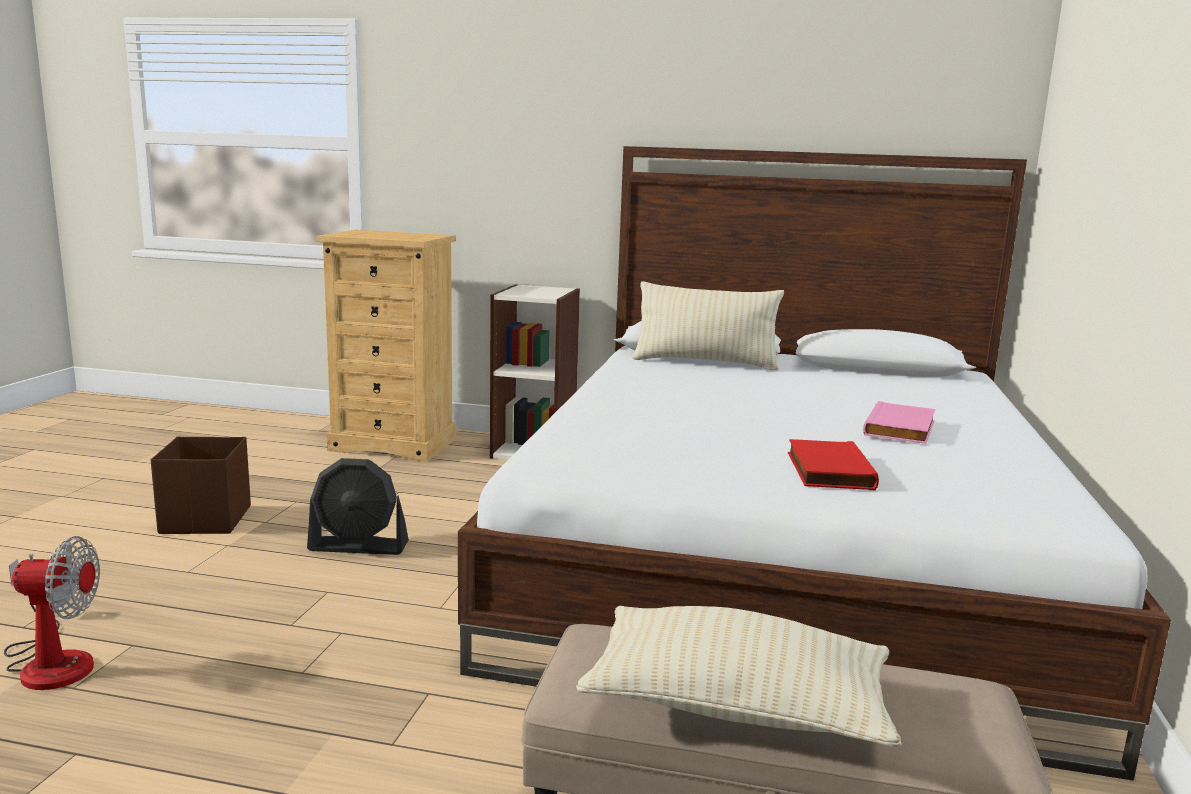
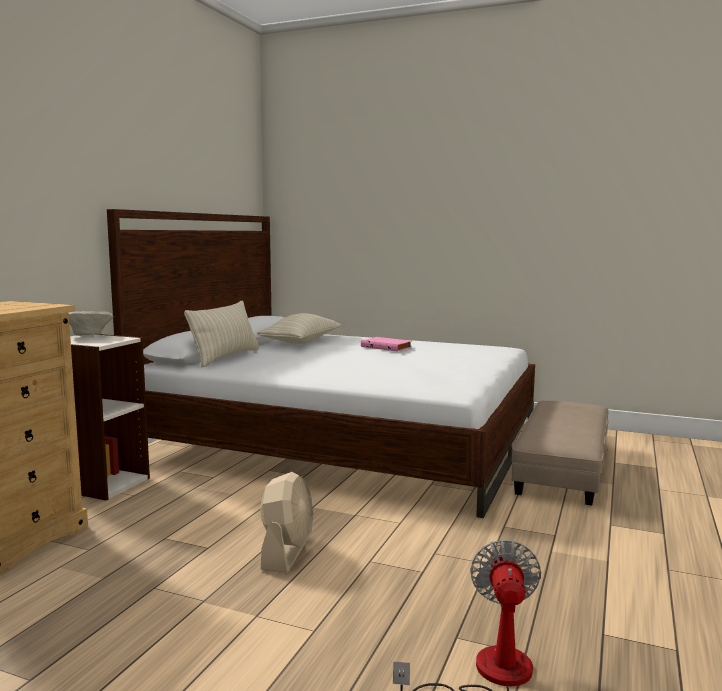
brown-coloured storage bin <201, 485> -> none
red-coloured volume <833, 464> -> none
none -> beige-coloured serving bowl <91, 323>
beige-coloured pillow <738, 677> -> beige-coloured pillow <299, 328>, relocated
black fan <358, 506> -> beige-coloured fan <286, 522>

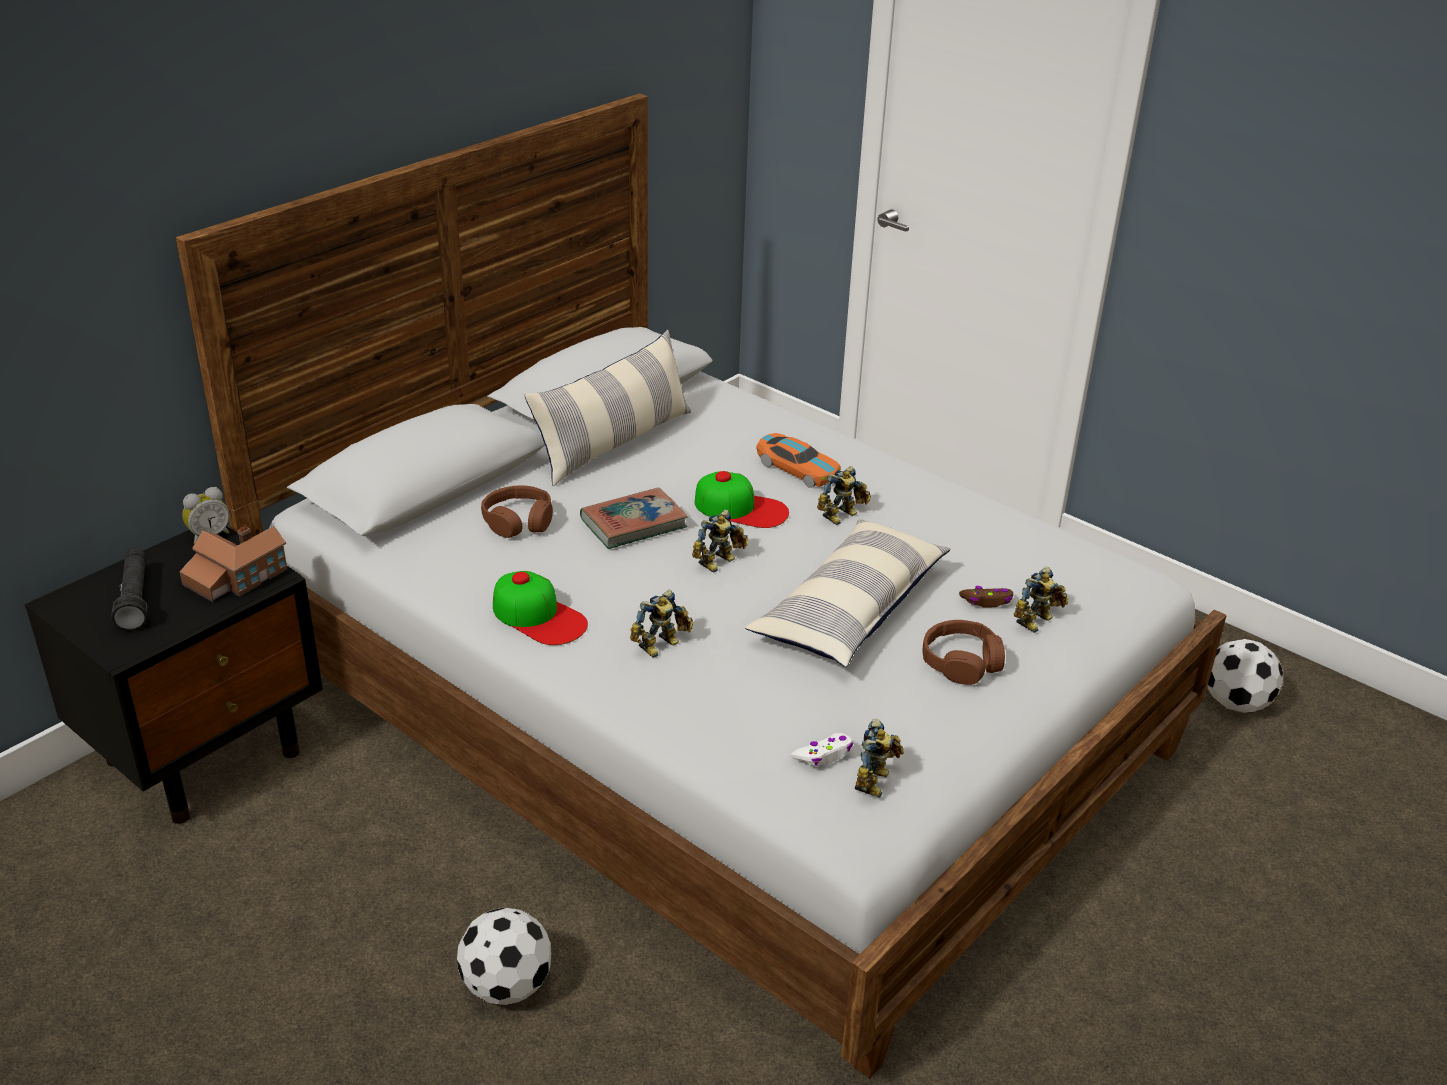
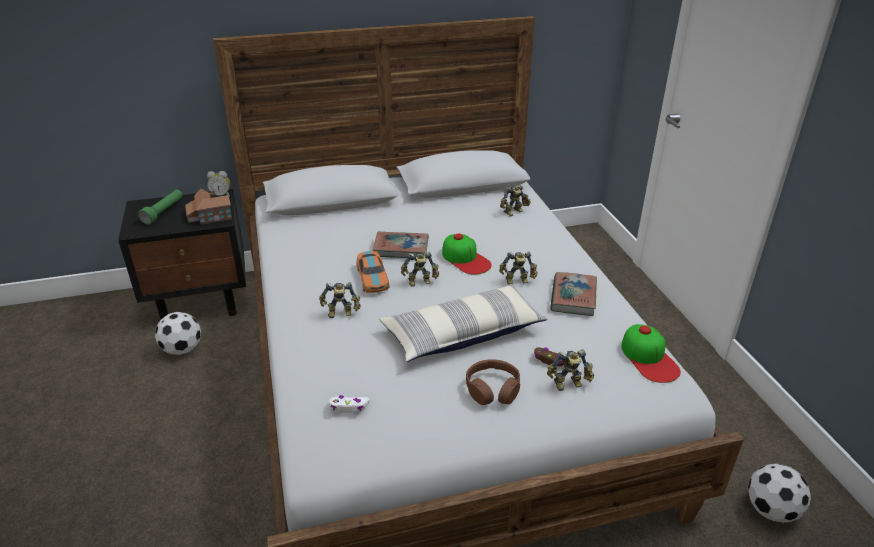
brown-coloured headset <517, 511> -> none
pillow <608, 408> -> none
none -> volume <573, 294>
football ball <504, 956> -> football ball <178, 333>, relocated
cap <540, 608> -> cap <651, 353>, relocated
toy car <798, 460> -> toy car <372, 272>, relocated
robot figure <879, 758> -> robot figure <515, 201>, relocated
black hand torch <129, 589> -> green hand torch <160, 207>

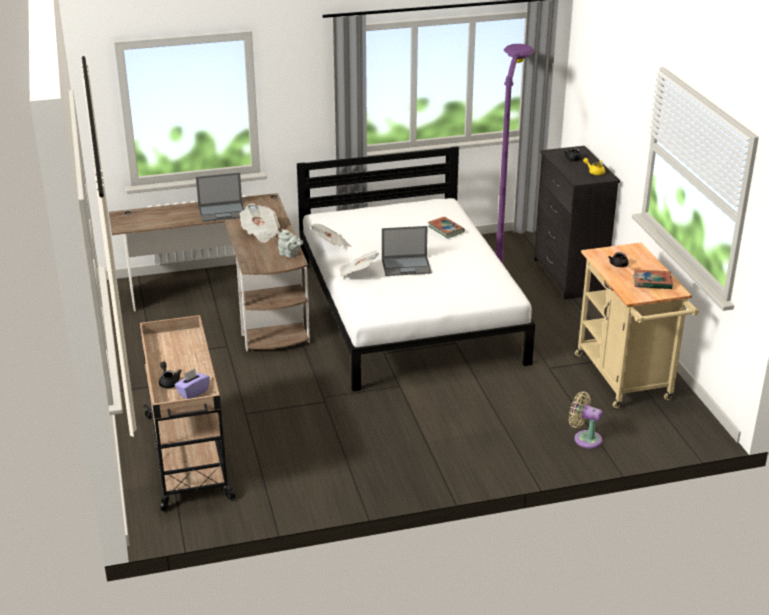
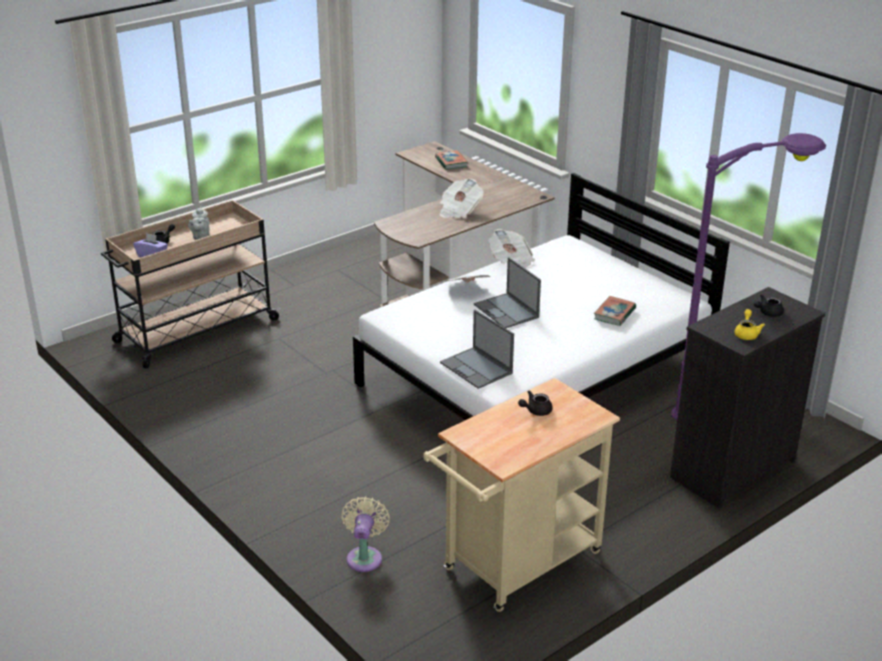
notebook computer <220, 197> -> notebook computer <477, 349>, relocated
greyish pot for tea <290, 243> -> greyish pot for tea <199, 223>, relocated
volume <653, 279> -> volume <451, 160>, relocated

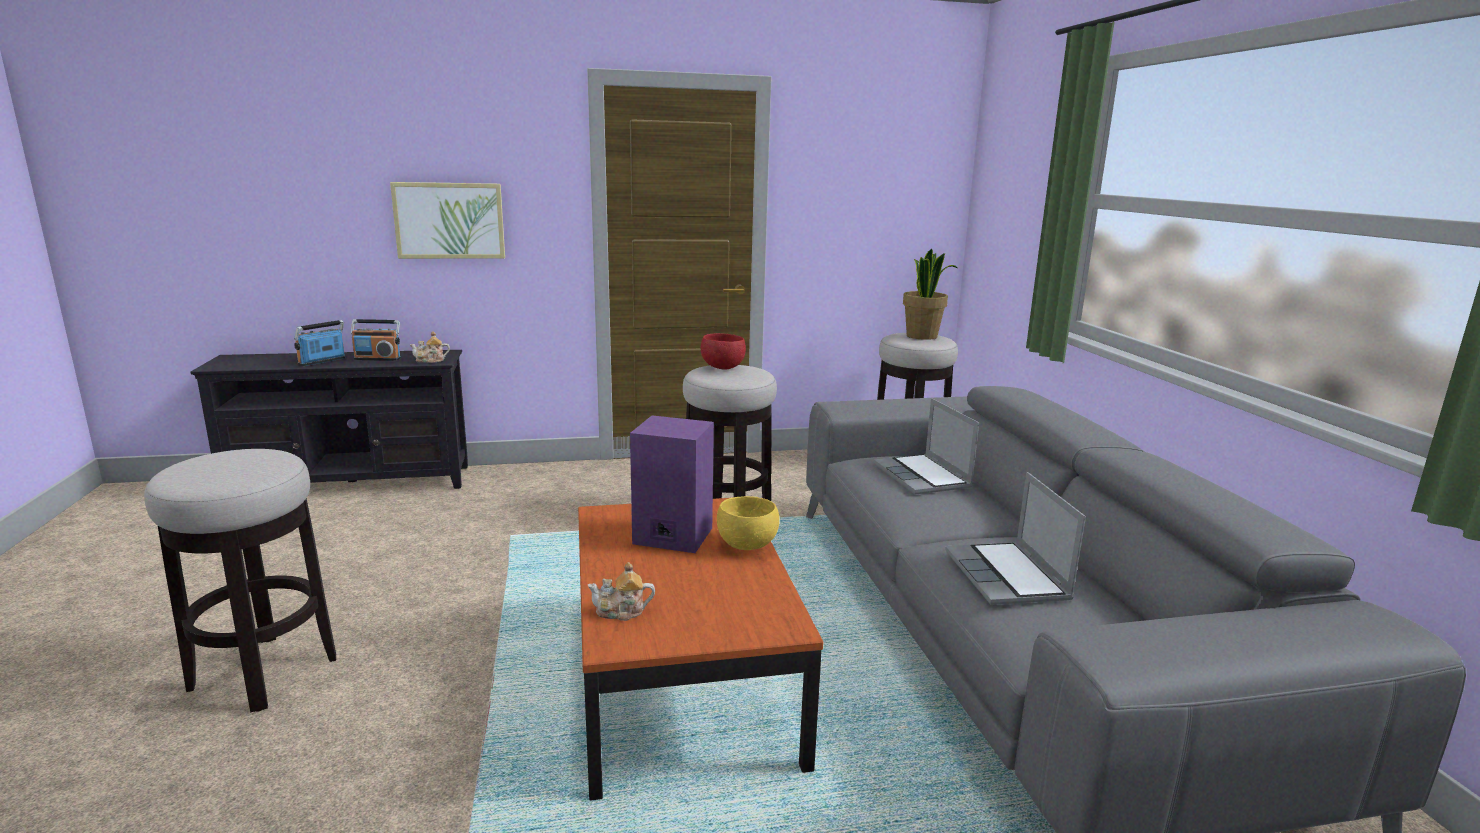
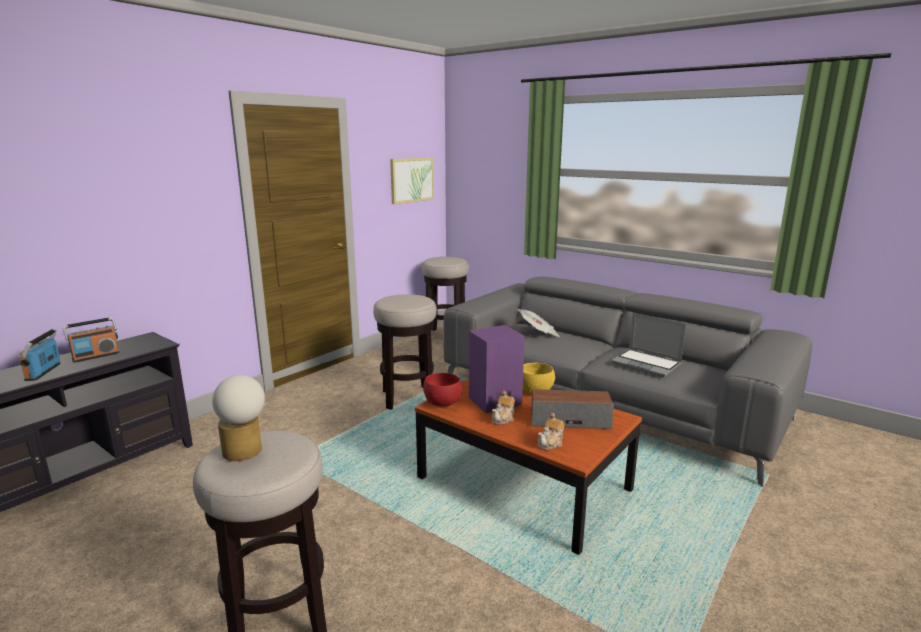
plant in a pot <930, 294> -> none
none -> lamp for a table <238, 418>
none -> loudspeaker <572, 409>
picture <447, 220> -> picture <412, 180>, relocated
pot for tea <430, 347> -> pot for tea <503, 408>, relocated
red-coloured serving bowl <723, 351> -> red-coloured serving bowl <442, 390>, relocated
notebook computer <926, 446> -> daily paper <538, 323>

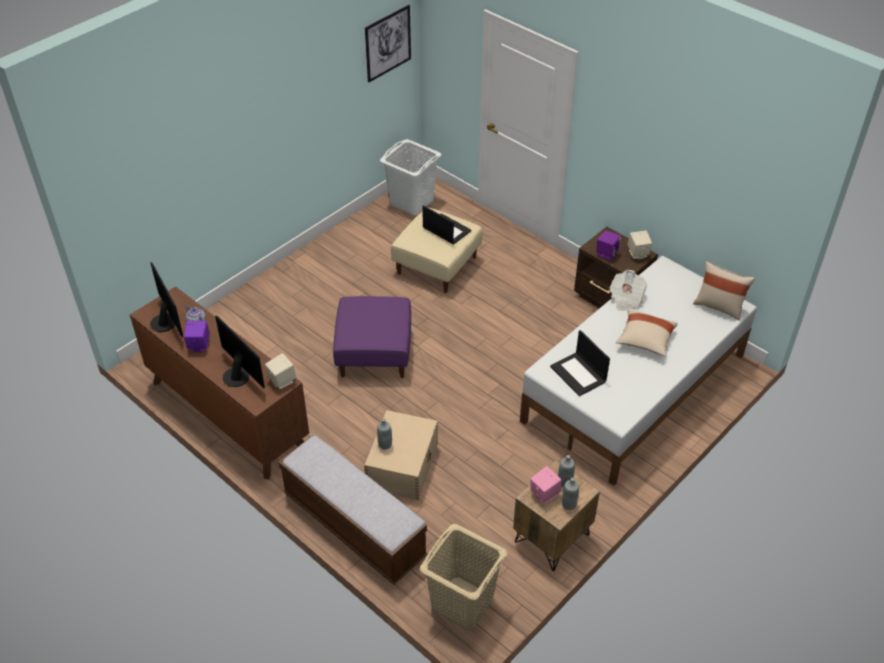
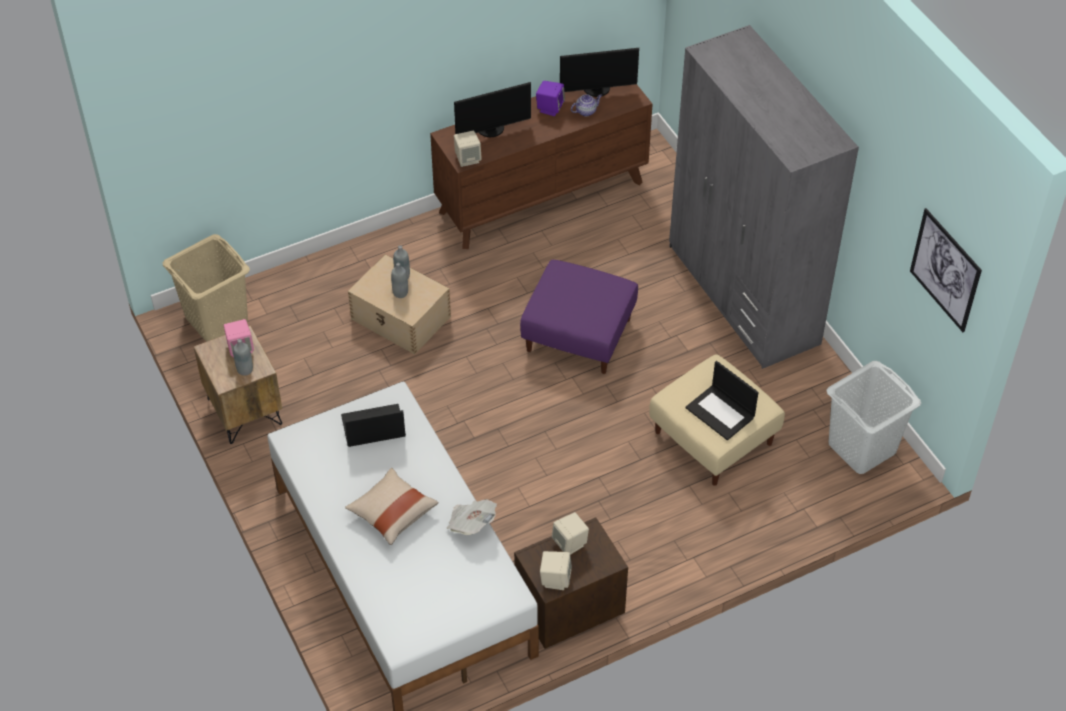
bench <353, 510> -> none
beige-coloured pillow <724, 291> -> none
none -> greyish wardrobe <764, 197>
greyish bottle <570, 493> -> greyish bottle <399, 280>, relocated
purple loudspeaker <608, 246> -> beige-coloured loudspeaker <570, 533>
notebook computer <446, 224> -> notebook computer <722, 400>, 75 degrees clockwise

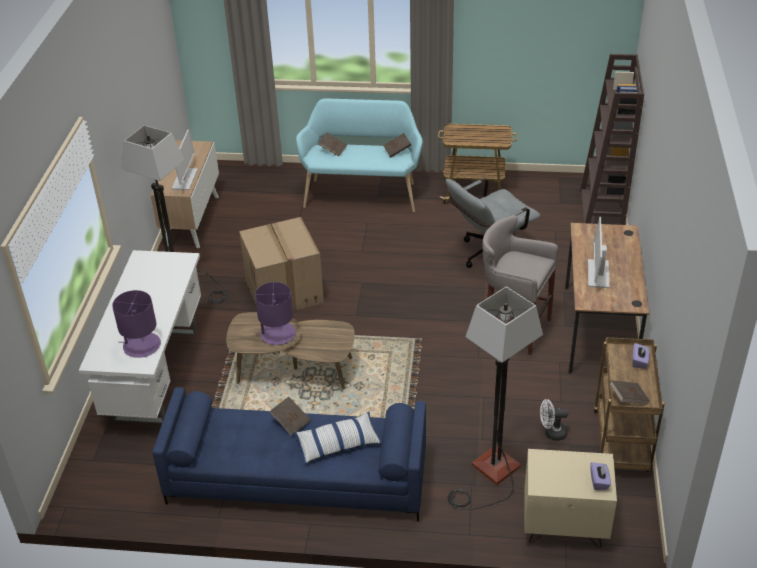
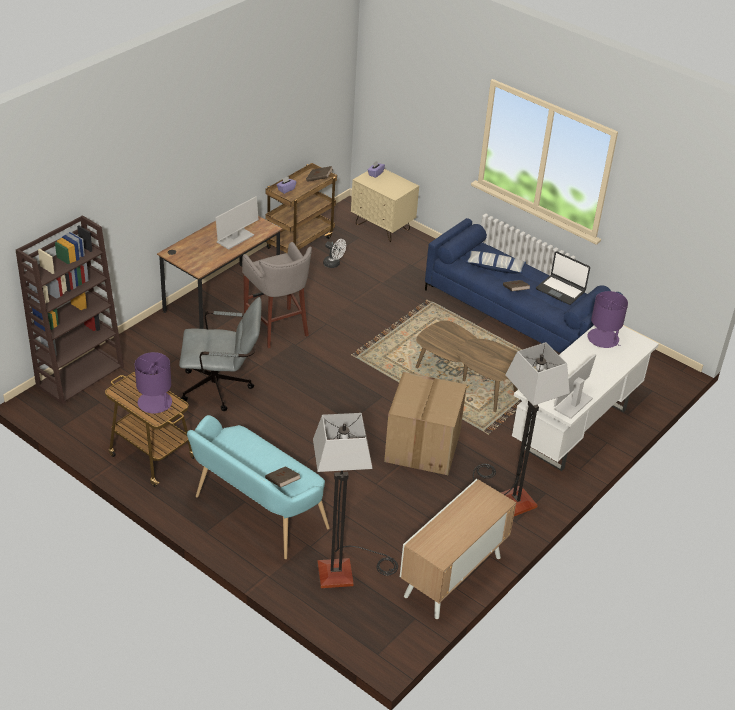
brown-coloured volume <397, 145> -> none
none -> notebook computer <563, 278>
computer screen <185, 160> -> computer screen <575, 386>, relocated
purple lamp for a table <275, 313> -> purple lamp for a table <153, 382>, relocated
standing lamp <495, 398> -> standing lamp <355, 500>, relocated

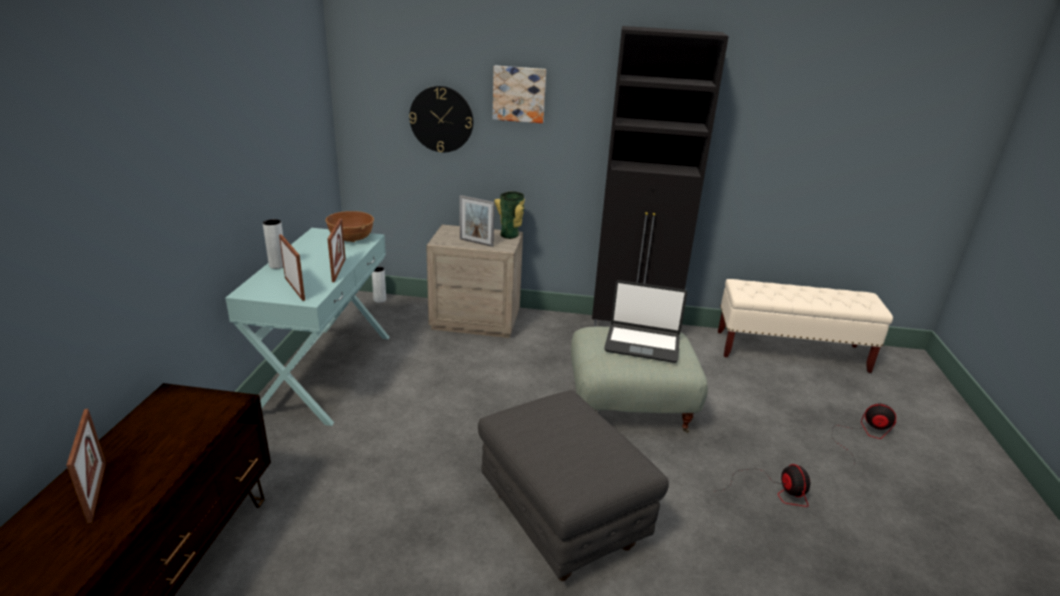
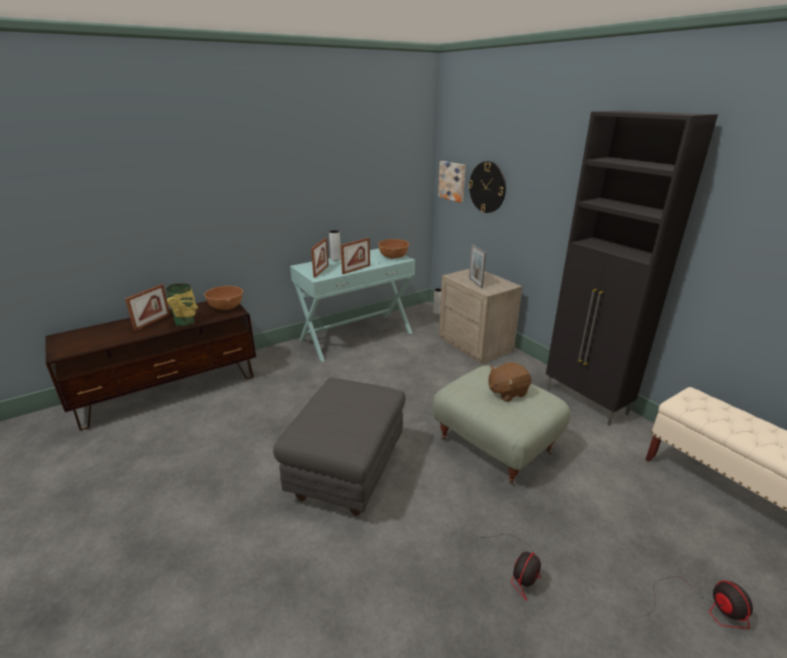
none -> brown-coloured serving bowl <223, 298>
picture <519, 94> -> picture <452, 181>, relocated
flower vase <509, 215> -> flower vase <181, 304>, relocated
notebook computer <645, 321> -> brown-coloured cuddly toy <510, 382>

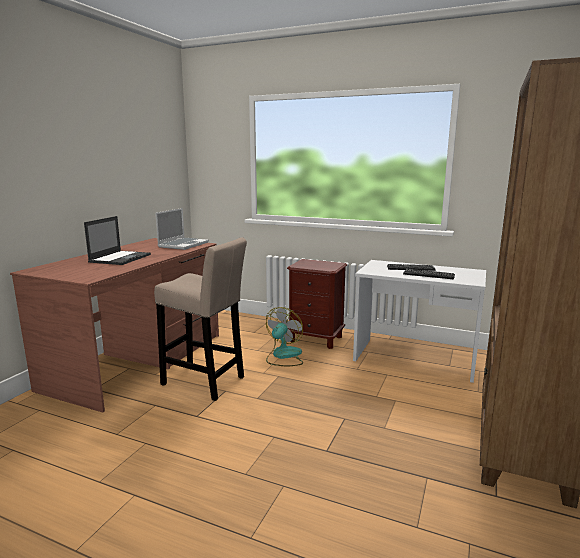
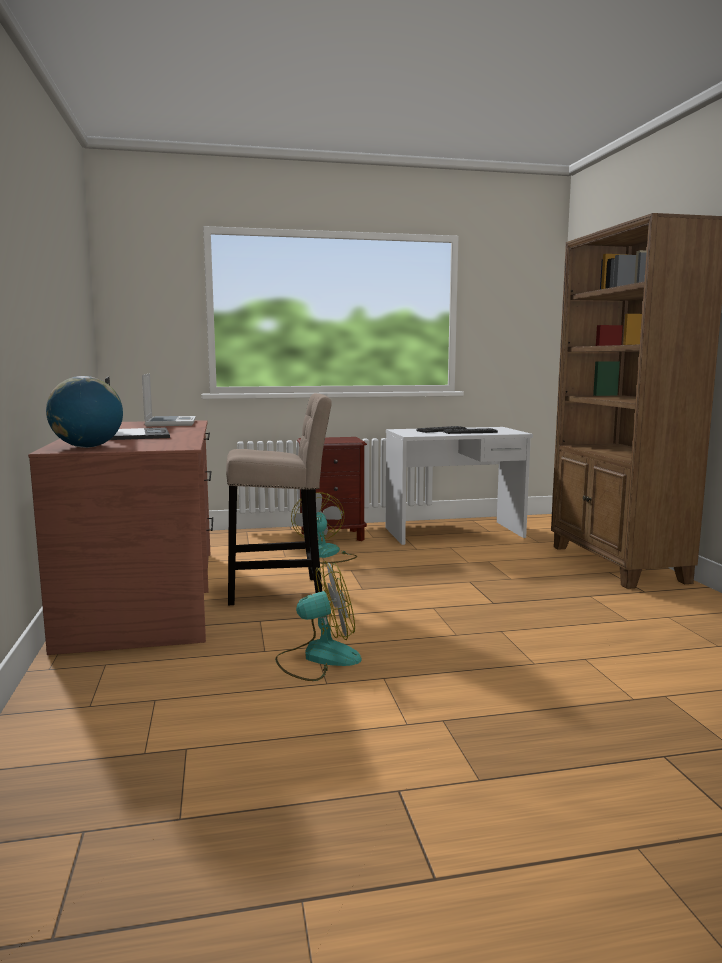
none -> desk globe <84, 412>
none -> fan <318, 621>

